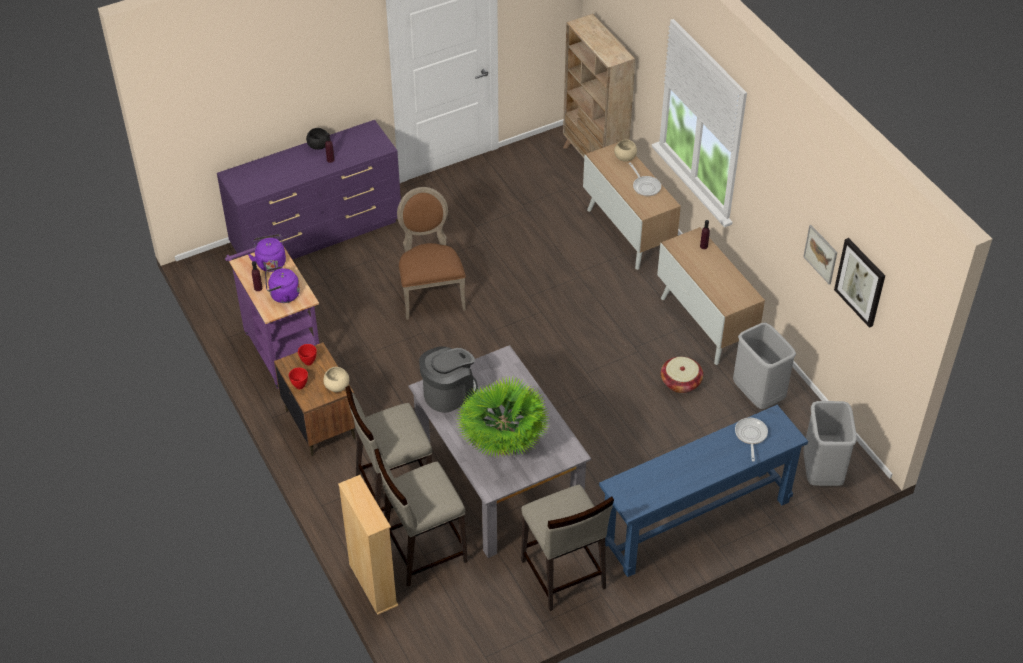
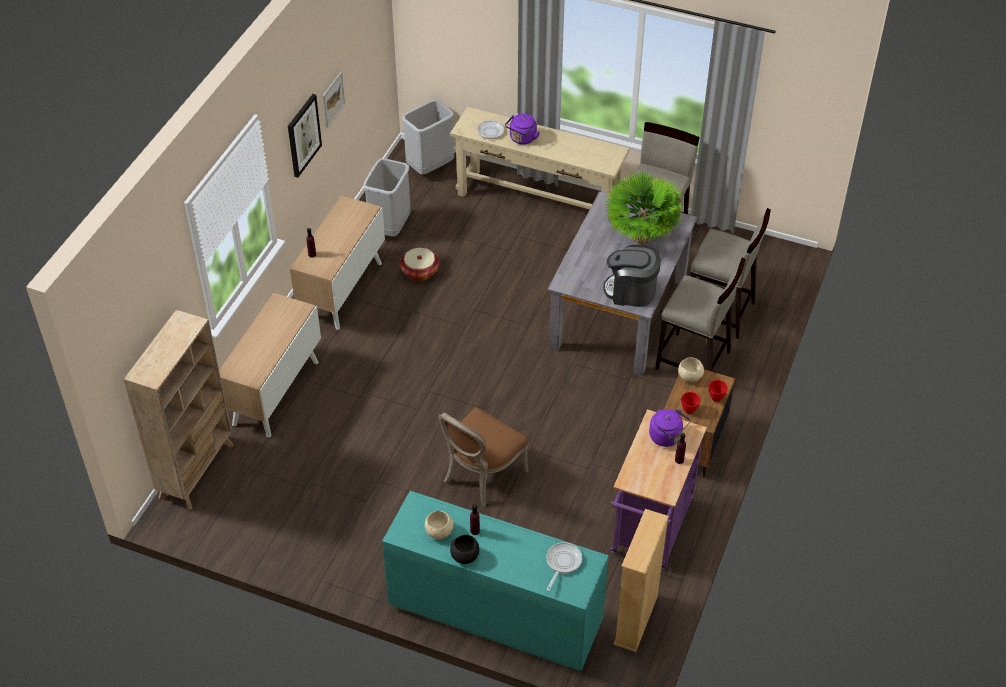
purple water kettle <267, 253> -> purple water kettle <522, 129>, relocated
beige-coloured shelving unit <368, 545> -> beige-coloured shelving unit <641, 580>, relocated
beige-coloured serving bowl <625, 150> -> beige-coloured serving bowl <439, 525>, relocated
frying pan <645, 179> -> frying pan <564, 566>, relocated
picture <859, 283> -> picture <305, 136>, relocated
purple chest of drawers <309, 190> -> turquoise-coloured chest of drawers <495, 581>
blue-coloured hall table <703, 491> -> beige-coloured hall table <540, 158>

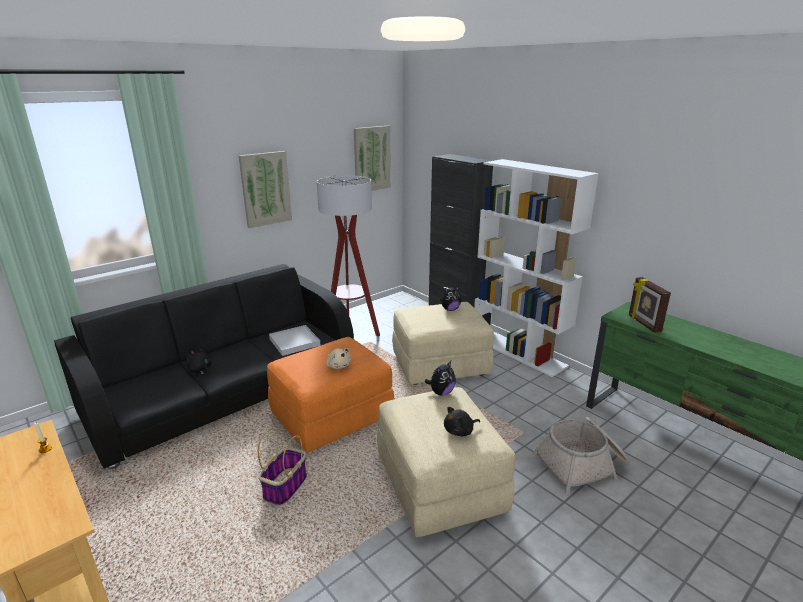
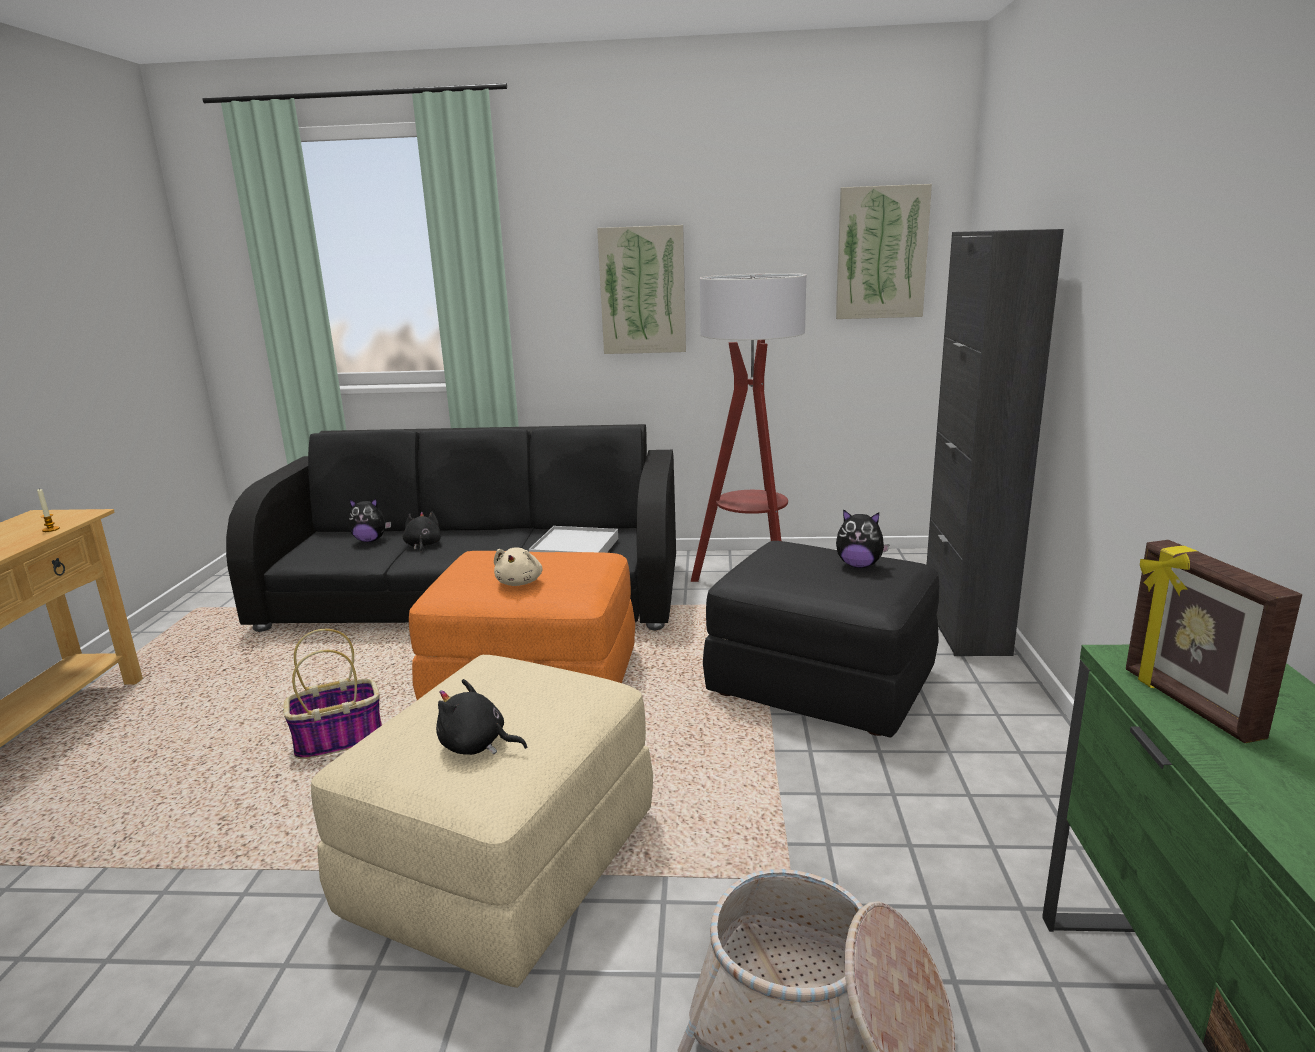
whitish shelving unit <536, 268> -> none
cuddly toy <440, 378> -> cuddly toy <370, 520>, relocated
beige-coloured pouffe <443, 343> -> black pouffe <821, 639>
standing frame <650, 305> -> standing frame <1214, 641>, 45 degrees counterclockwise

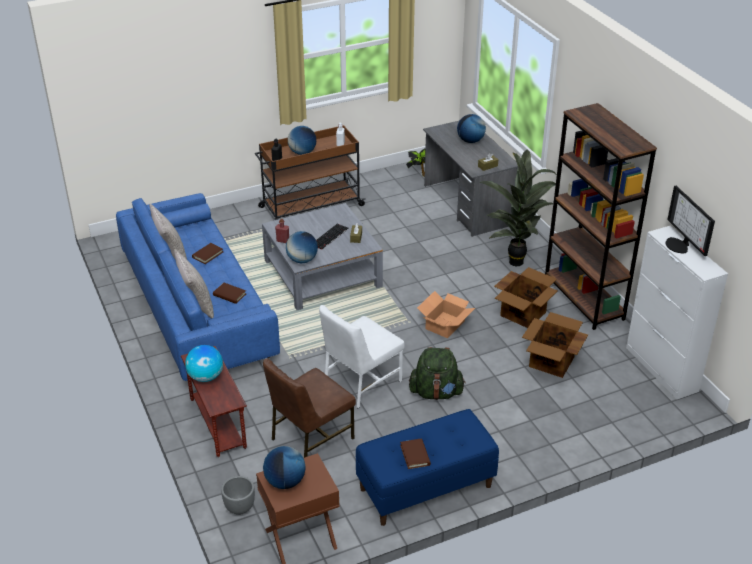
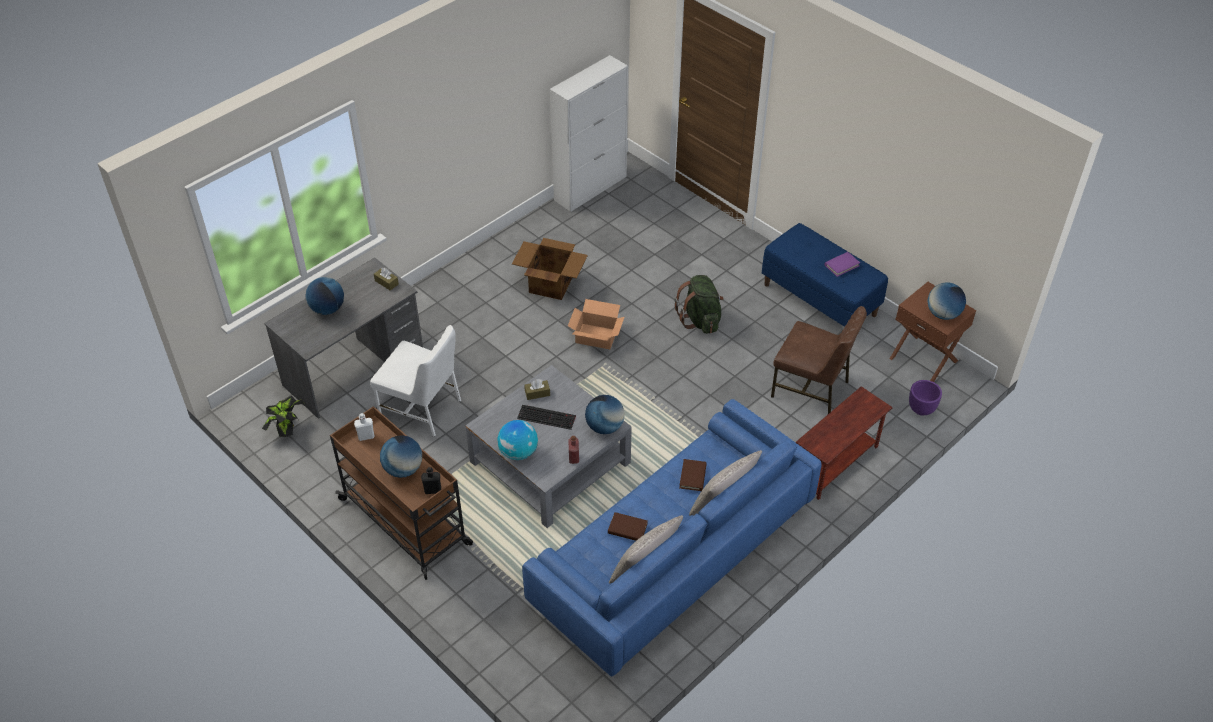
plant in a pot <518, 207> -> none
packing box <555, 345> -> none
brown-coloured shelving unit <601, 216> -> none
computer screen <690, 221> -> none
desk globe <204, 363> -> desk globe <518, 440>, relocated
whitish plain chair <362, 356> -> whitish plain chair <415, 381>, relocated
greyish plant pot <238, 495> -> purple plant pot <925, 398>
brown-coloured volume <415, 454> -> purple volume <842, 264>

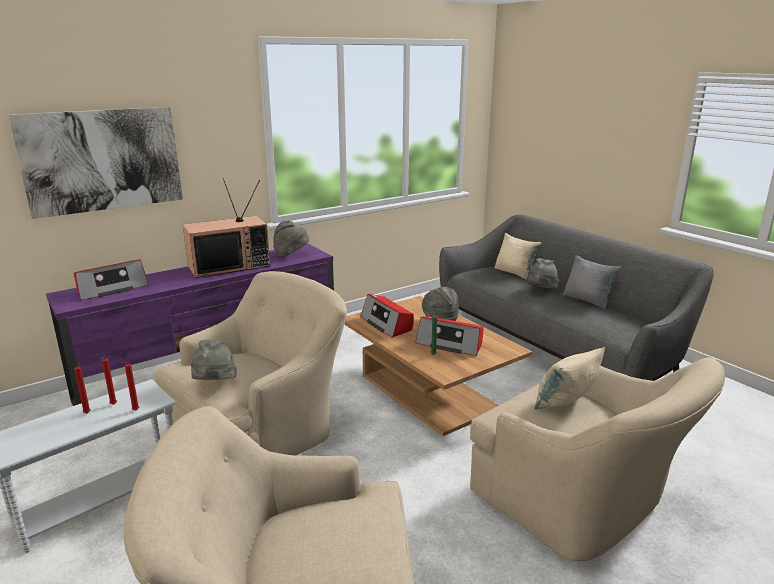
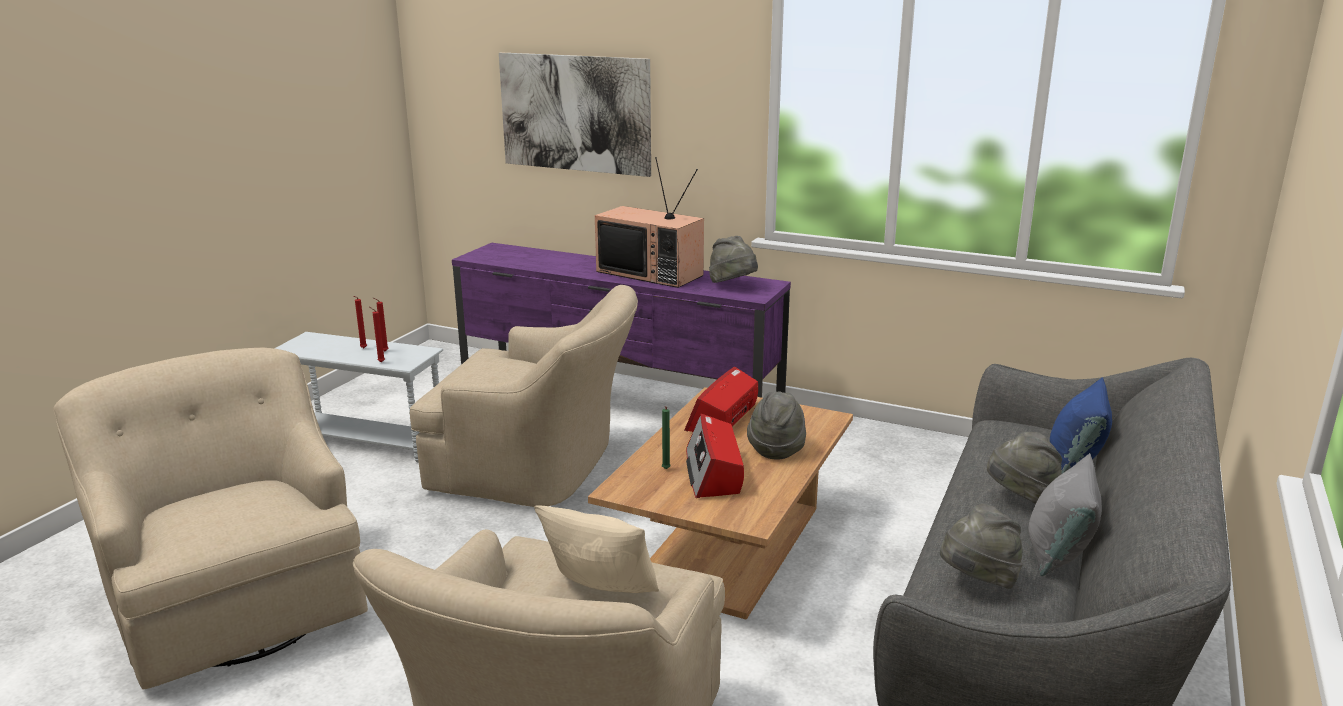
radio set <111, 279> -> none
greyish hat <214, 360> -> greyish hat <981, 546>, relocated
beige-coloured pillow <518, 256> -> blue-coloured pillow <1081, 425>

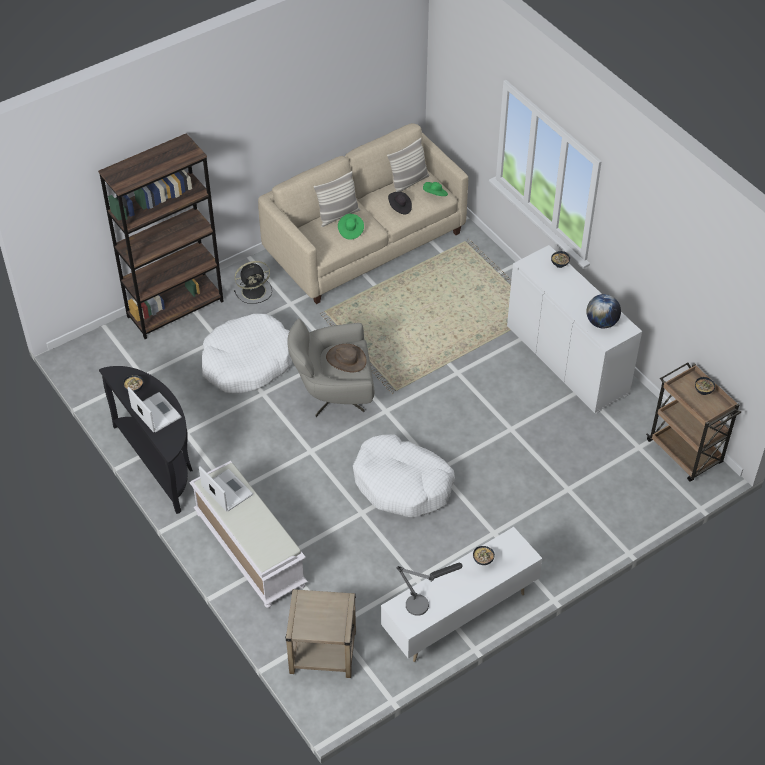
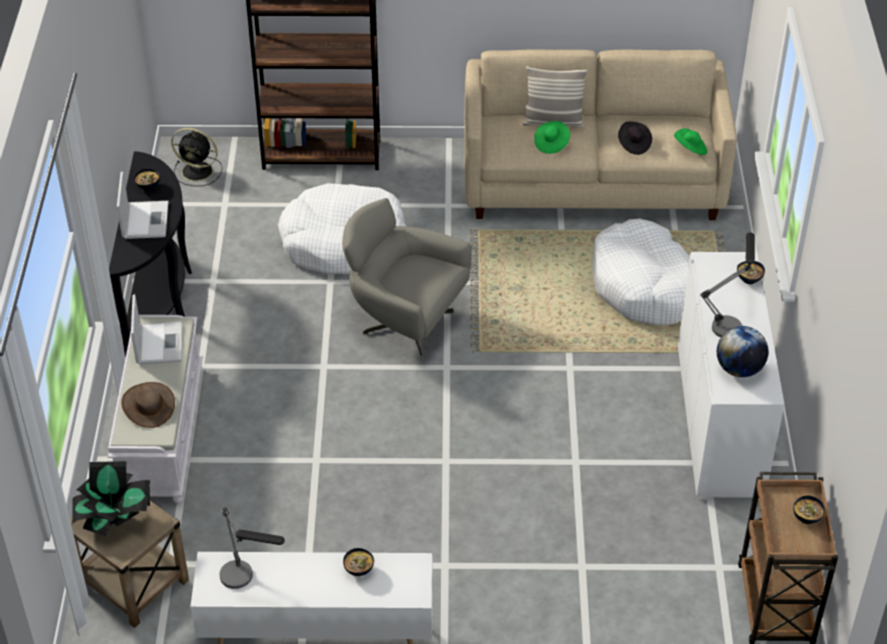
pillow <408, 165> -> none
none -> plant in a pot <111, 499>
none -> lamp for a table <727, 285>
black fan <253, 282> -> black fan <196, 157>, relocated
brown-coloured hat <346, 358> -> brown-coloured hat <148, 405>, relocated
whitish dog cushion <404, 476> -> whitish dog cushion <641, 272>, relocated

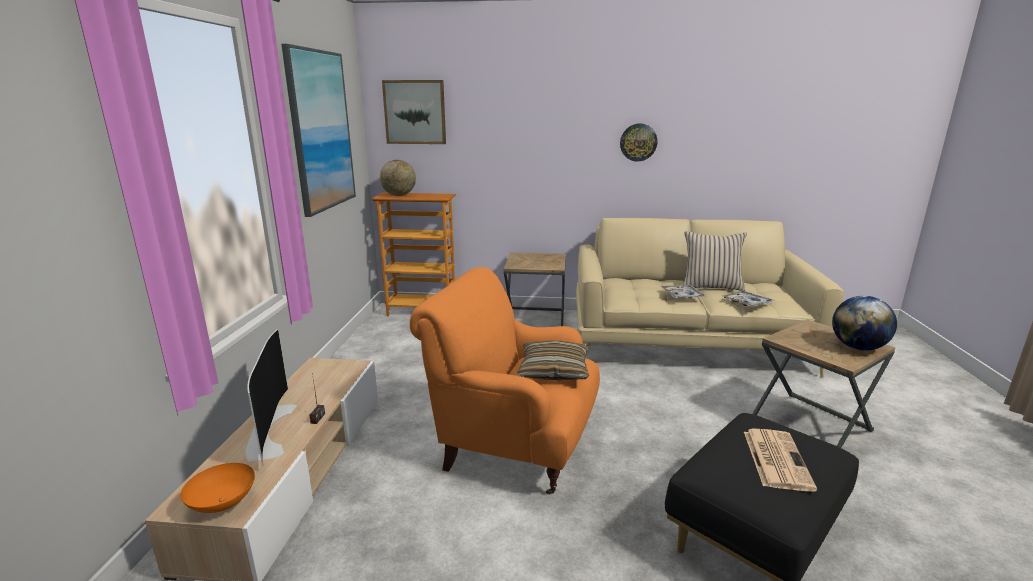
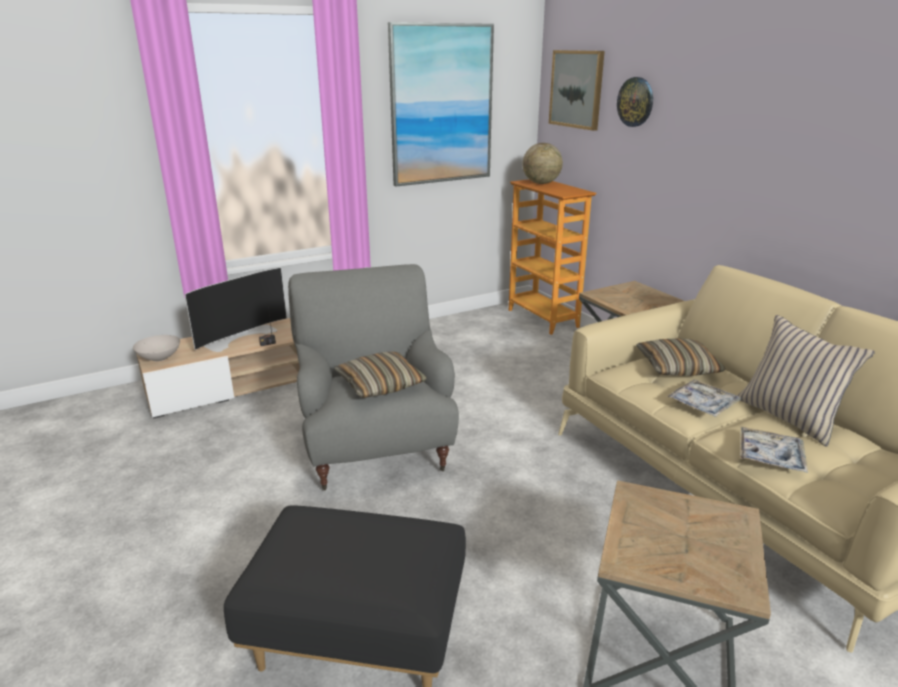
daily paper <780, 460> -> none
desk globe <864, 323> -> none
none -> pillow <681, 357>
wall clock <638, 142> -> wall clock <635, 102>, relocated
orange serving bowl <217, 488> -> whitish serving bowl <156, 348>
orange armchair <505, 380> -> greyish armchair <373, 377>

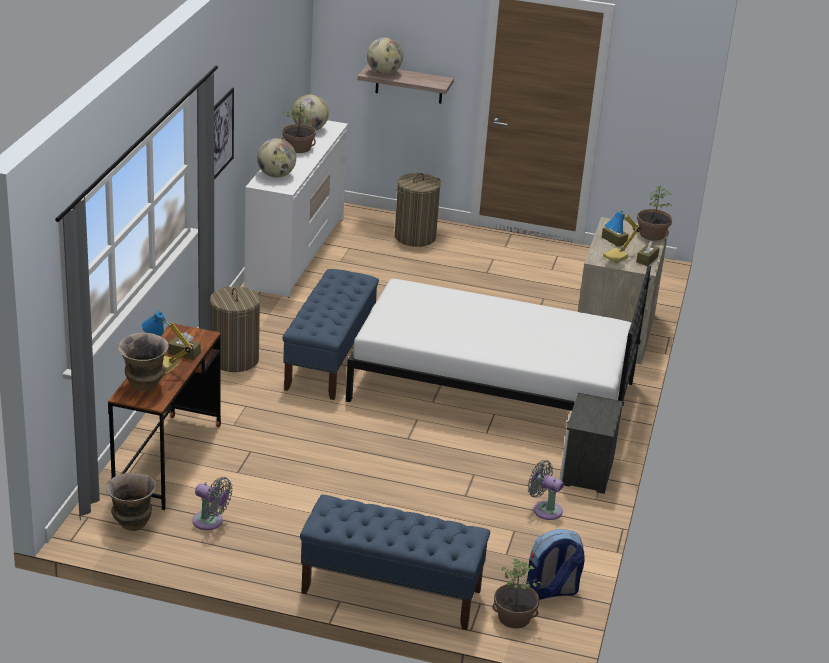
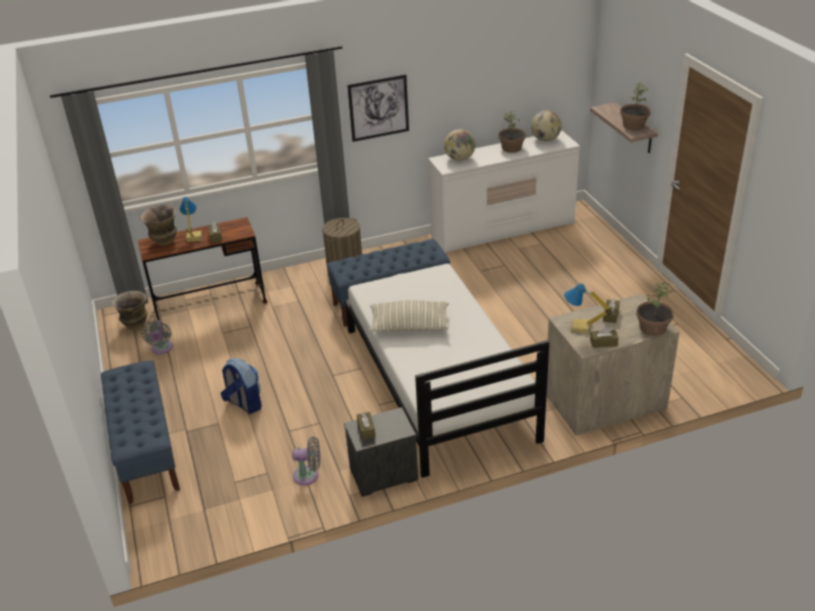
desk globe <385, 55> -> none
laundry basket <418, 210> -> none
none -> brown-coloured tissue holder <366, 425>
none -> pillow <409, 316>
plant in a pot <517, 594> -> plant in a pot <635, 106>, relocated
backpack <555, 564> -> backpack <241, 386>, relocated
greyish fan <546, 490> -> greyish fan <306, 460>, 90 degrees clockwise

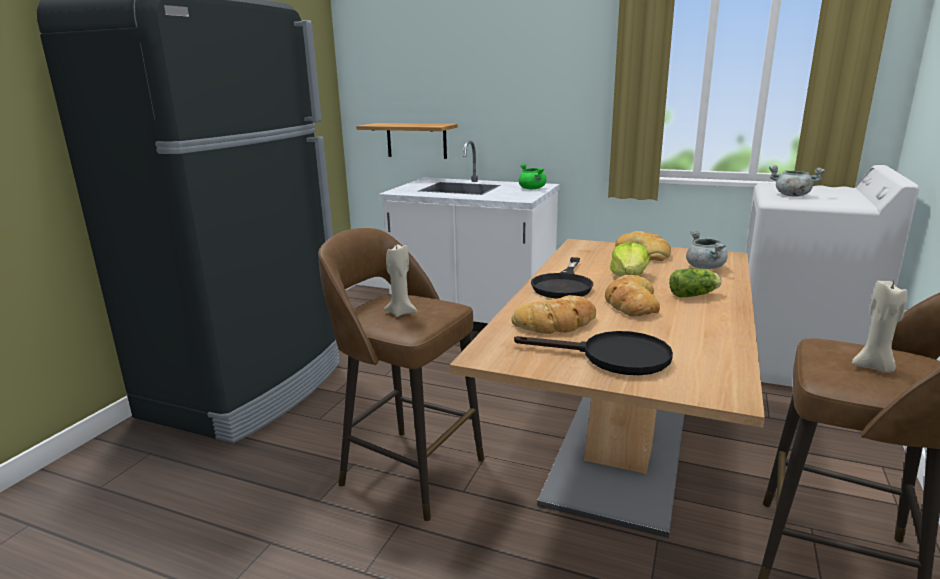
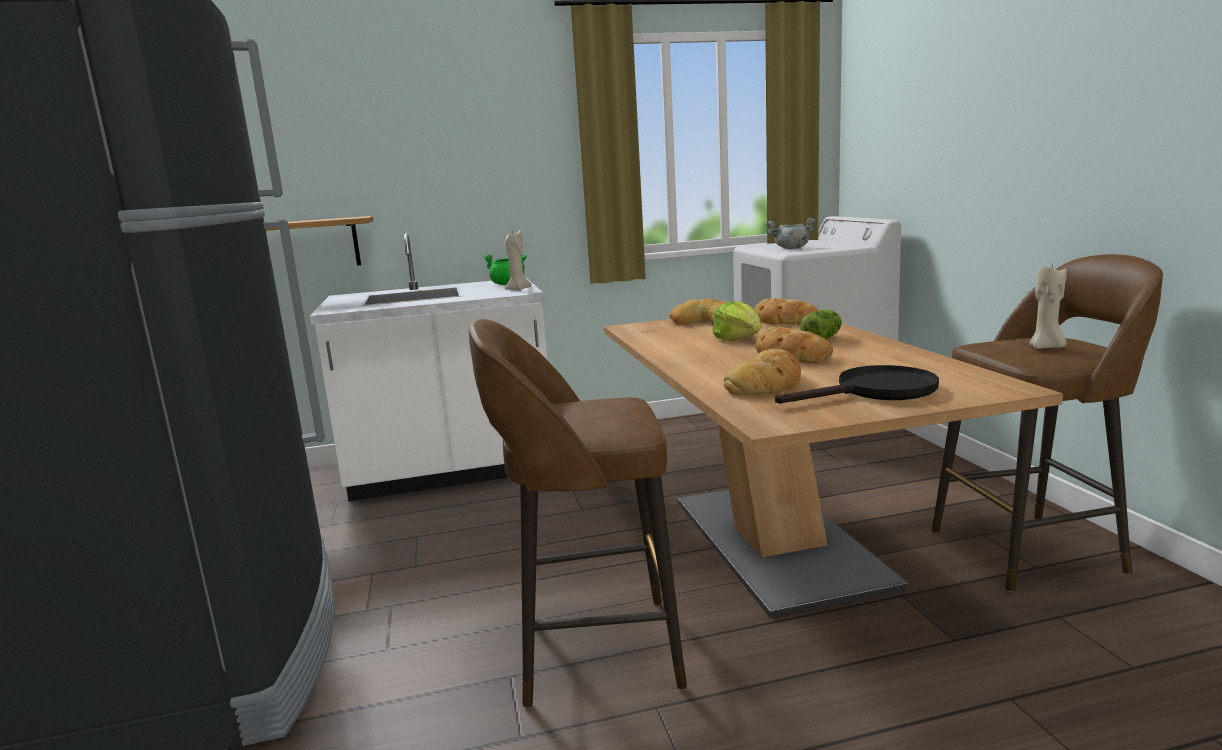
black frying pan <562, 278> -> none
beige-coloured wax light <400, 280> -> beige-coloured wax light <518, 261>, relocated
greyish cooking pot <707, 250> -> bread <786, 311>

